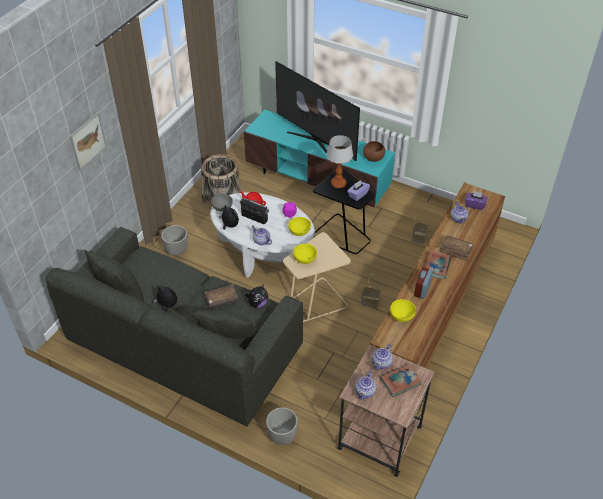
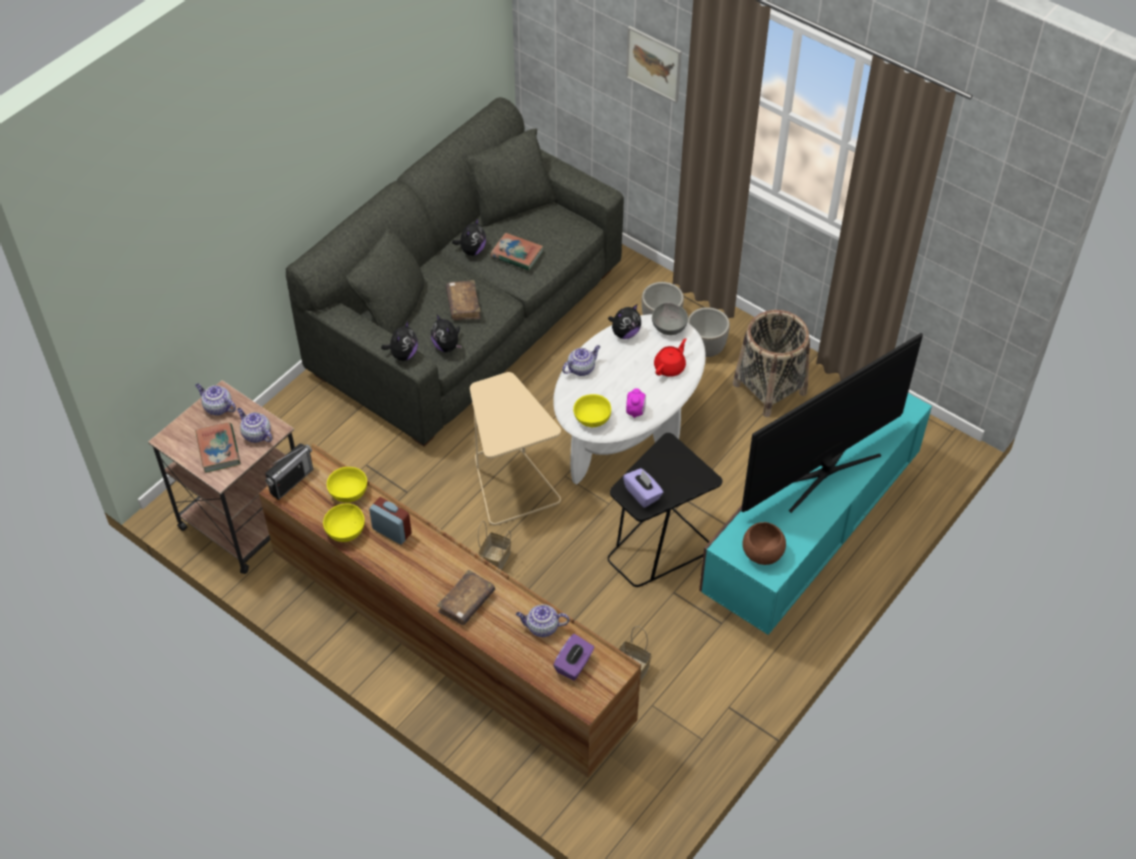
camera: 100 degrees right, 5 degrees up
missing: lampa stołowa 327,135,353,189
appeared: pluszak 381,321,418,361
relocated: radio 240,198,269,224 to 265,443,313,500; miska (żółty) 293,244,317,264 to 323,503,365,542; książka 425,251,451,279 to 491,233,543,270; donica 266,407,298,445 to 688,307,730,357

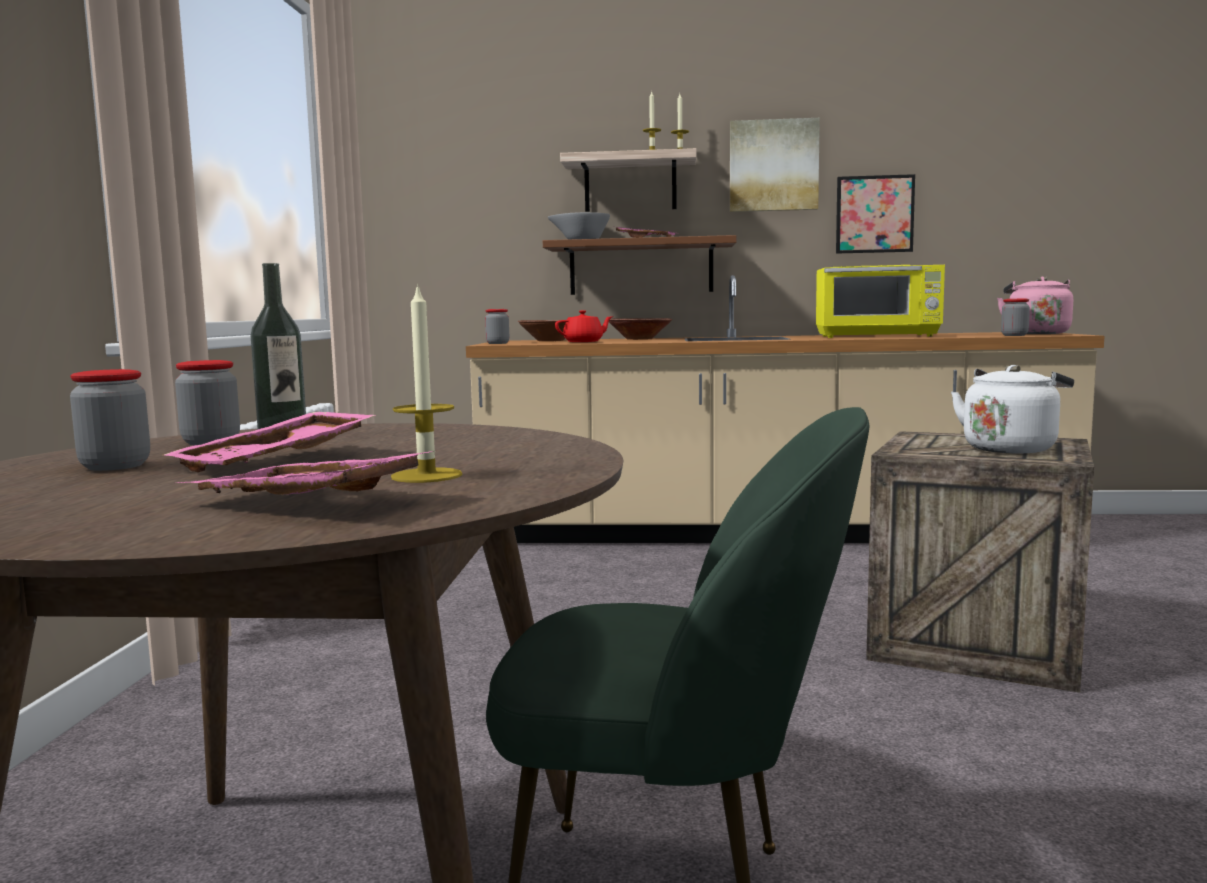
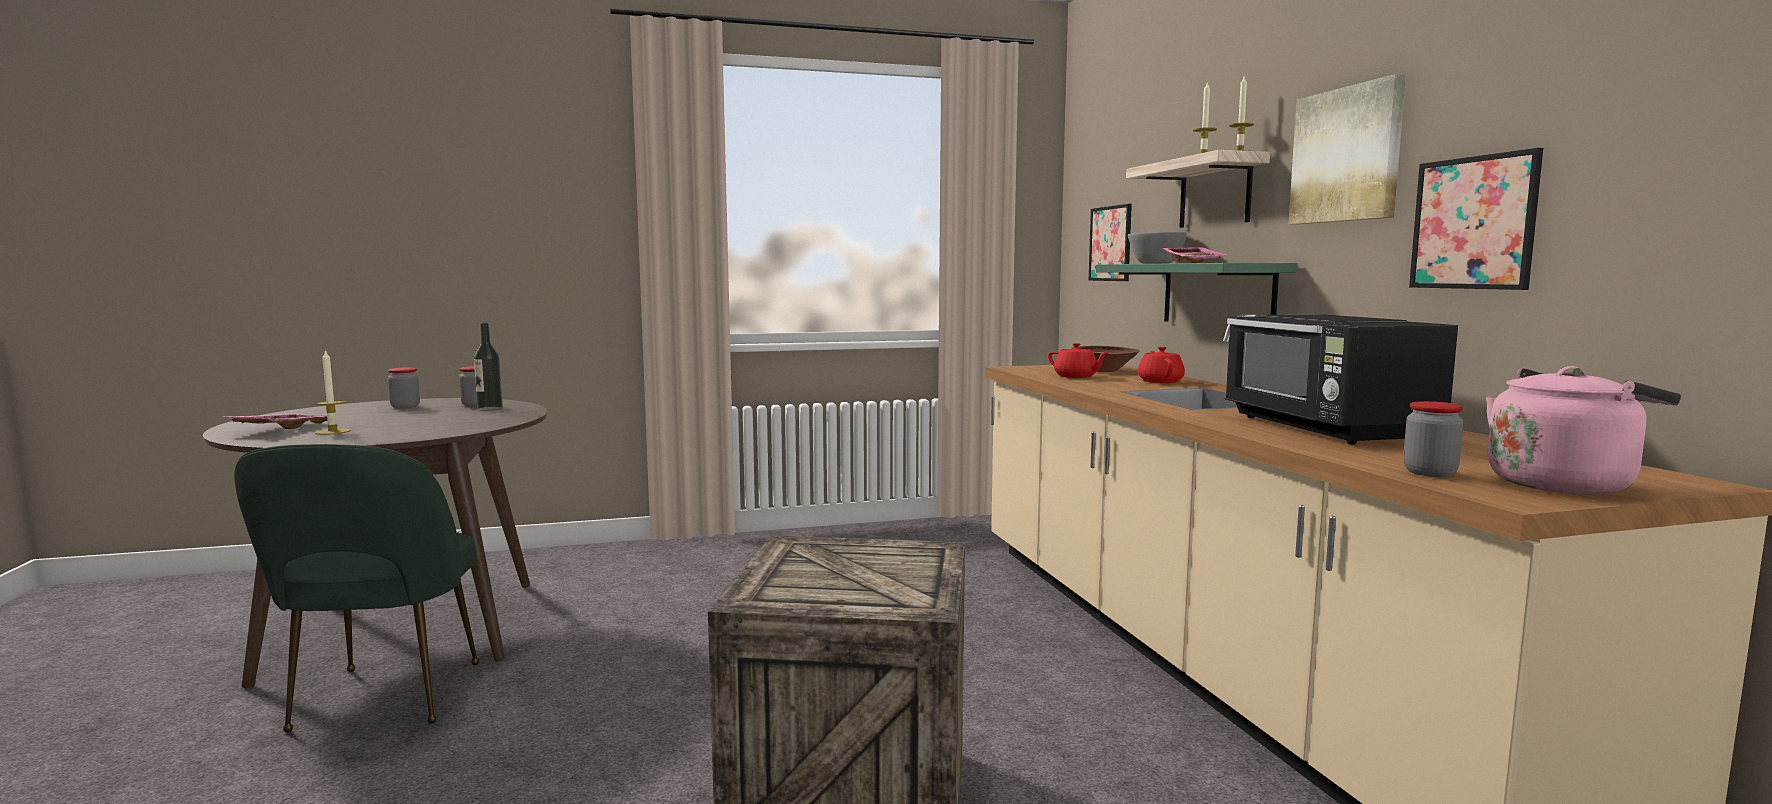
camera: 70 degrees right, 0 degrees up
missing: taca (różowy) 164,412,376,472; słoik 485,309,509,344; czajnik (biały) 951,365,1074,454
appeared: obraz 1089,204,1132,281
exchanged: miska (brązowy) 609,318,672,340 to imbryk (czerwony) 1138,347,1185,383
colour: półka (brązowy) 543,235,737,295 to półka (zielony) 1096,263,1297,322; mikrofalówka (żółty) 816,265,945,338 to mikrofalówka (czarny) 1225,314,1458,445

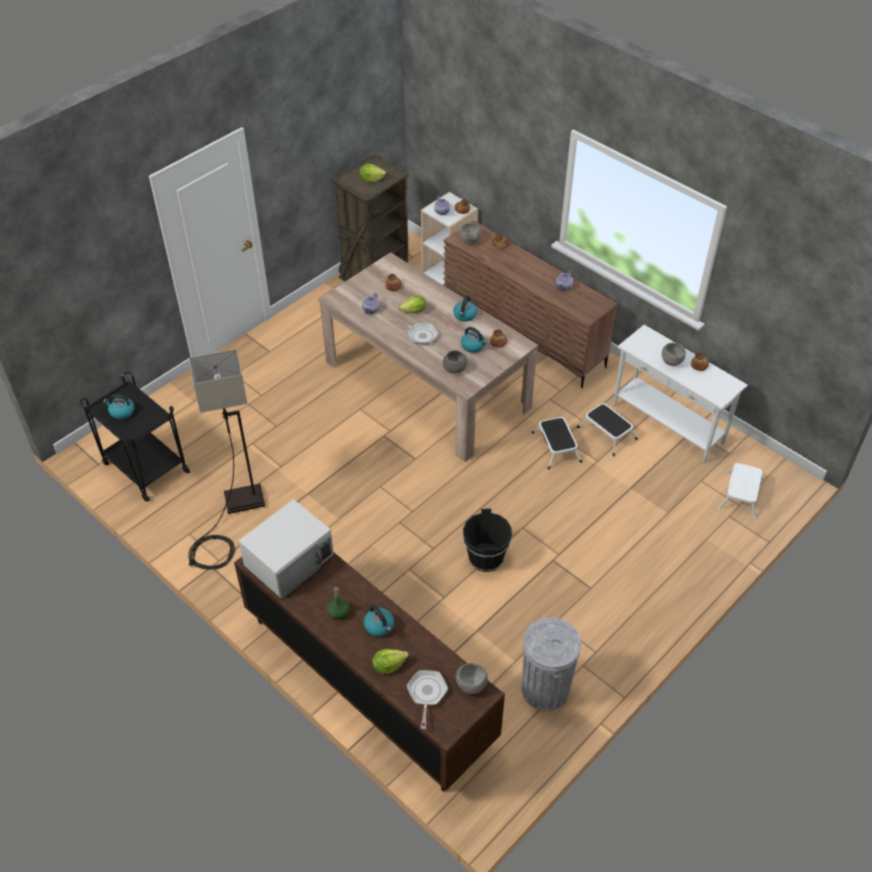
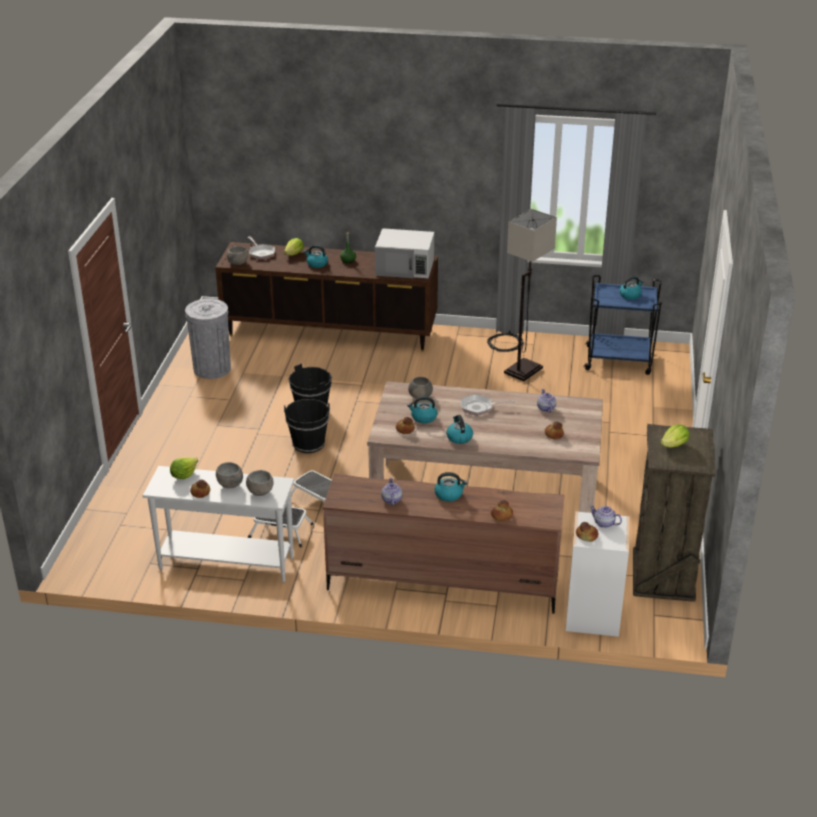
camera: 145 degrees right, 15 degrees down
missing: drabinka (biały) 718,463,764,520
appeared: wiadro (czarny) 284,399,330,453; czajnik 434,472,468,502
relocated: sałata 399,295,427,313 to 170,457,198,479; miska (szary) 460,223,481,245 to 246,470,274,496
colour: wózek (czarny) 80,372,190,502 to wózek (niebieski) 583,275,662,375
spun: mikrofalówka (biały) 239,499,334,599 = 375,228,434,278 90 degrees counterclockwise

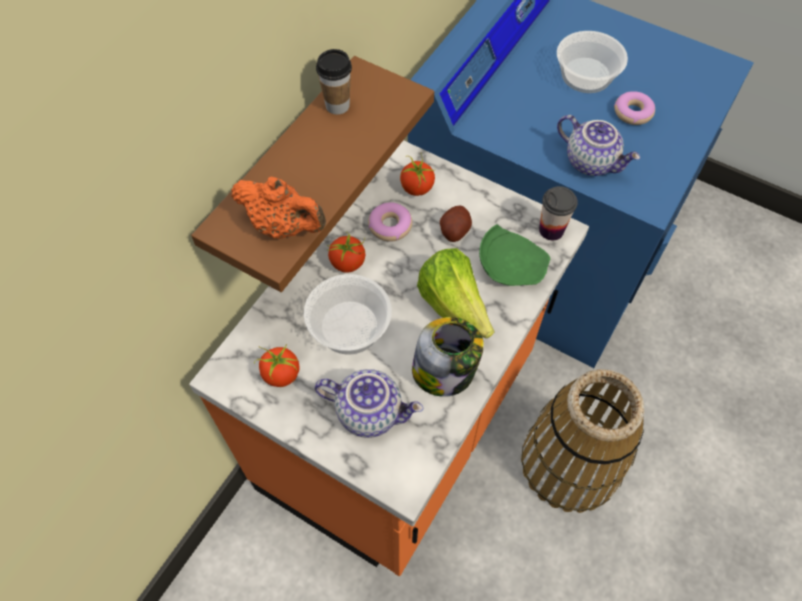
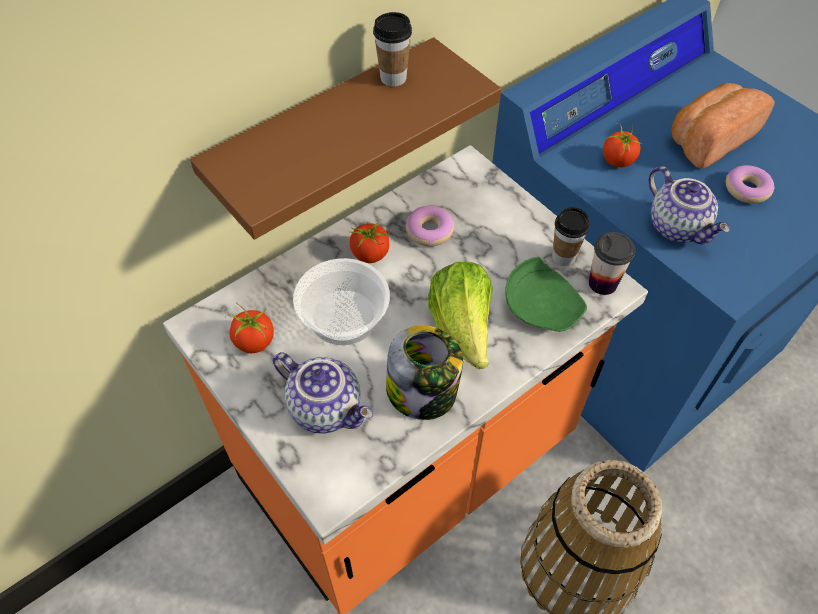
camera: 20 degrees right, 5 degrees down
missing: imbryk (pomarańczowy) 231,177,326,239; ziemniak 440,205,472,242
appeared: filiżanka 552,207,590,266
relocated: pomidor 400,155,435,196 to 603,123,643,167
exchanged: miska 557,31,628,93 to chleb 672,83,775,168

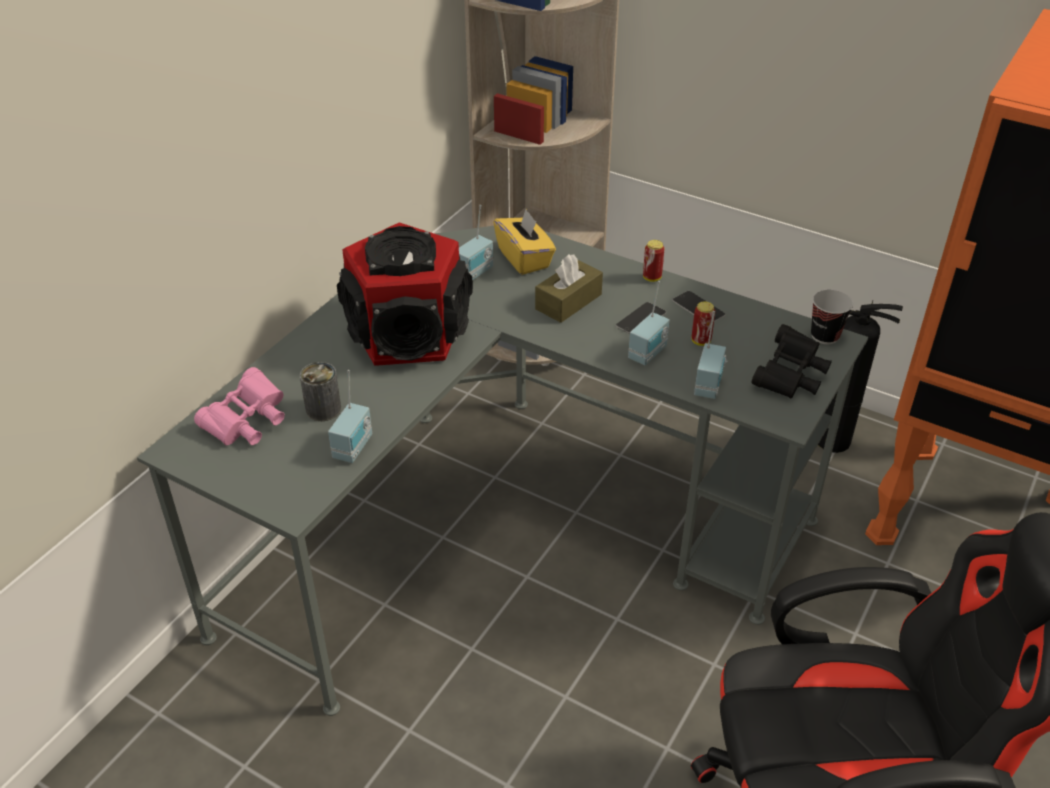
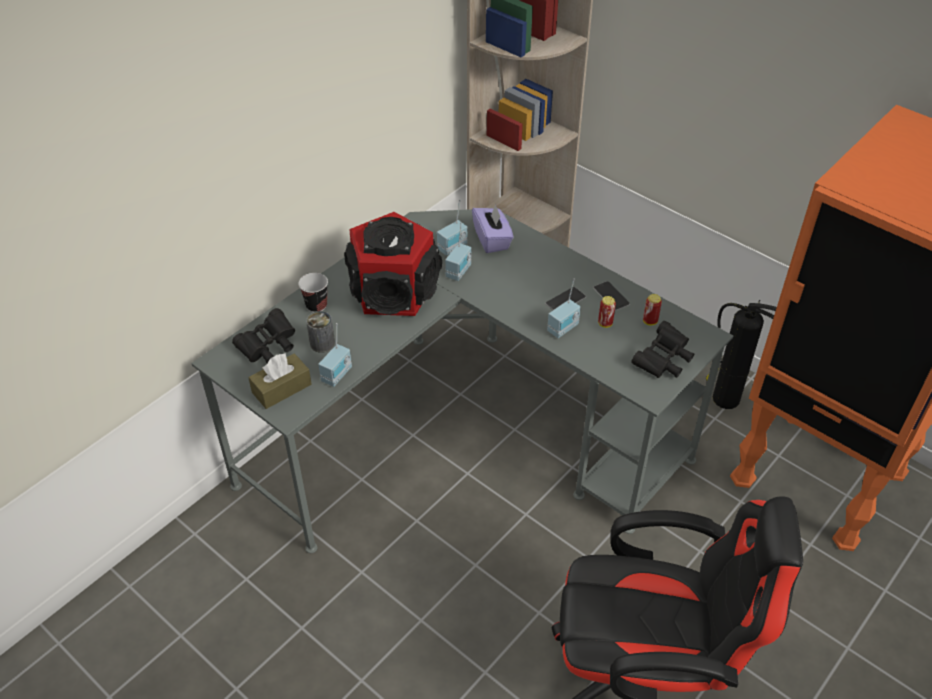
camera: 10 degrees right, 5 degrees up
relocated: pudełko chusteczek (brązowy) 535,254,603,323 to 248,354,311,409; filiżanka 811,290,853,344 to 299,273,328,312; radio 694,311,728,399 to 445,222,471,281; puszka 643,240,665,282 to 643,294,662,326
colour: lornetka (różowy) 194,367,285,445 to lornetka (czarny) 232,308,295,363; pudełko chusteczek (żółty) 493,209,556,275 to pudełko chusteczek (fioletowy) 472,204,514,253

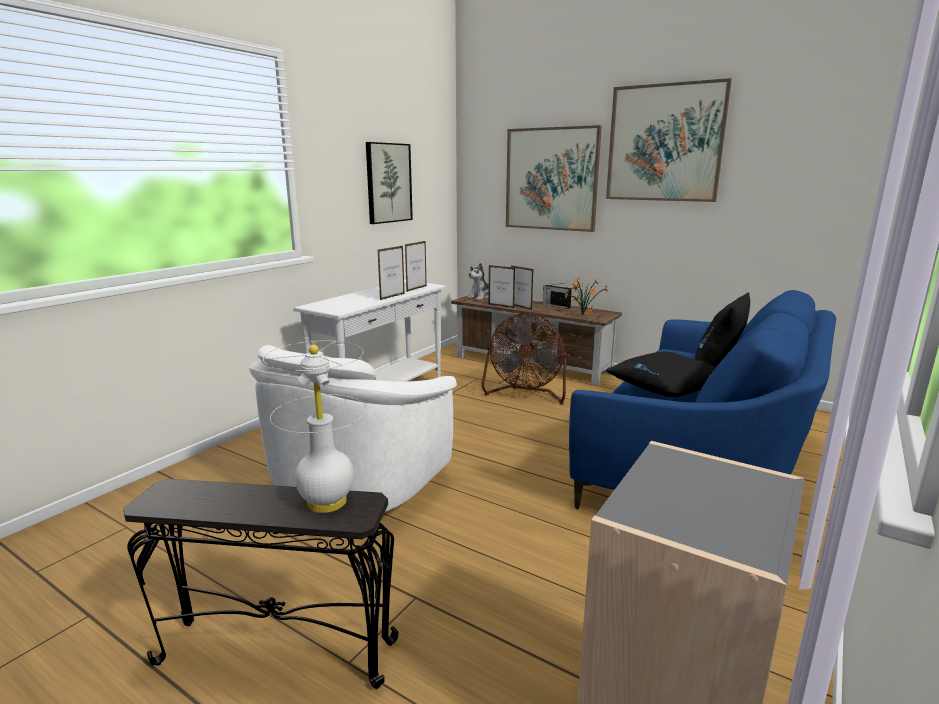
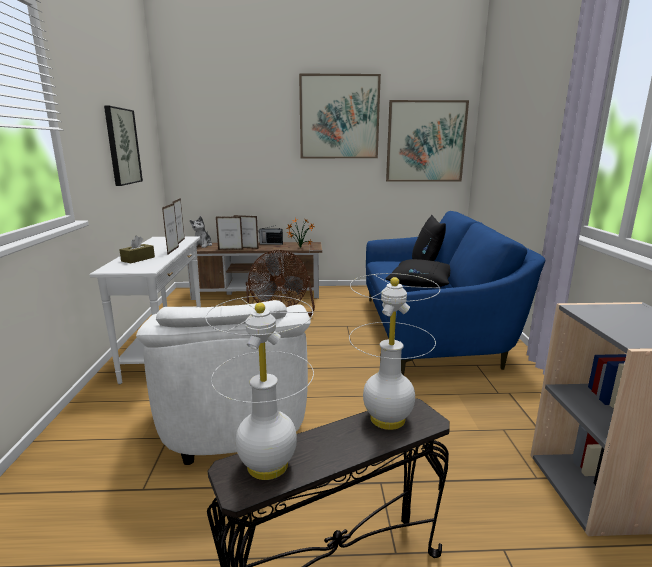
camera: 35 degrees left, 0 degrees up
appeared: pudełko chusteczek (brązowy) 119,236,155,263; lampa stołowa (biały) 205,295,314,480
relocated: obraz 506,125,602,232 to 386,100,469,182

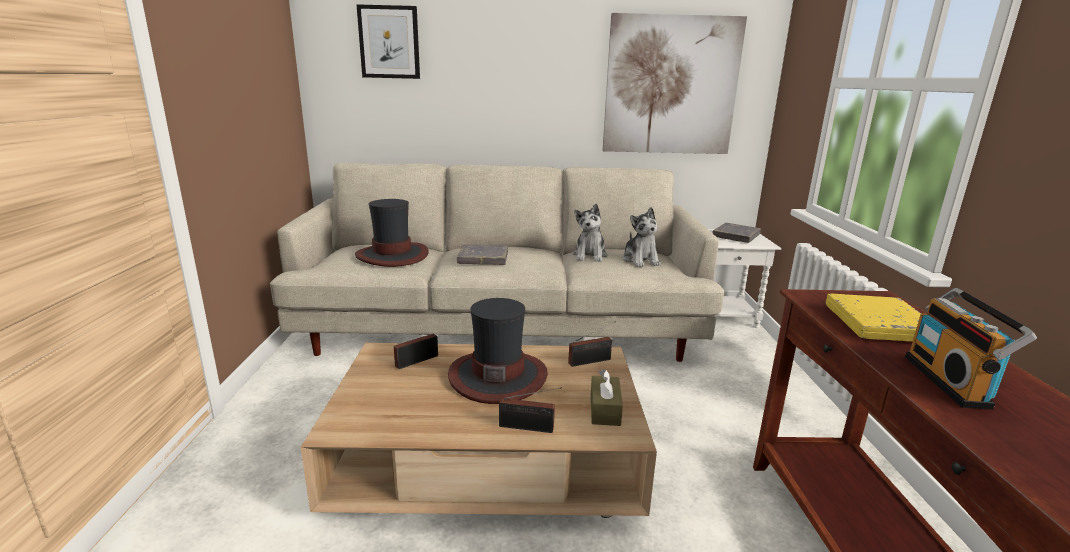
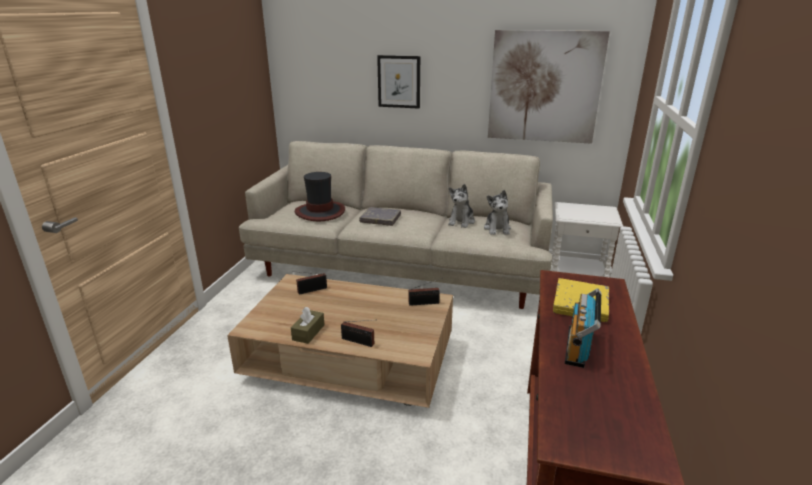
camera: 15 degrees right, 5 degrees up
missing: kapelusz 448,298,548,404; książka (szary) 713,223,761,243
relocated: pudełko chusteczek (brązowy) 591,369,623,426 to 291,307,325,344; obraz 356,4,420,79 to 377,55,420,109

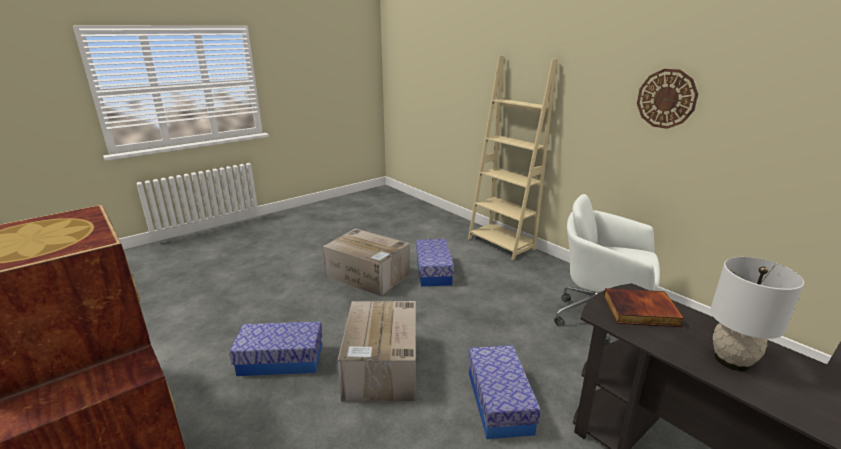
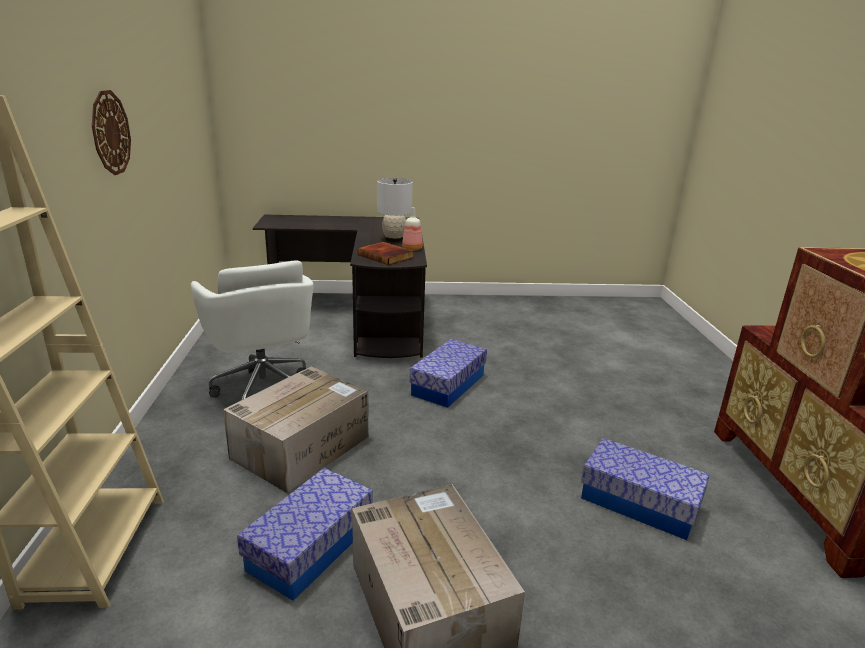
camera: 145 degrees left, 0 degrees up
appeared: butelka 402,207,423,251
relocated: karton 338,301,416,402 to 223,367,369,493

